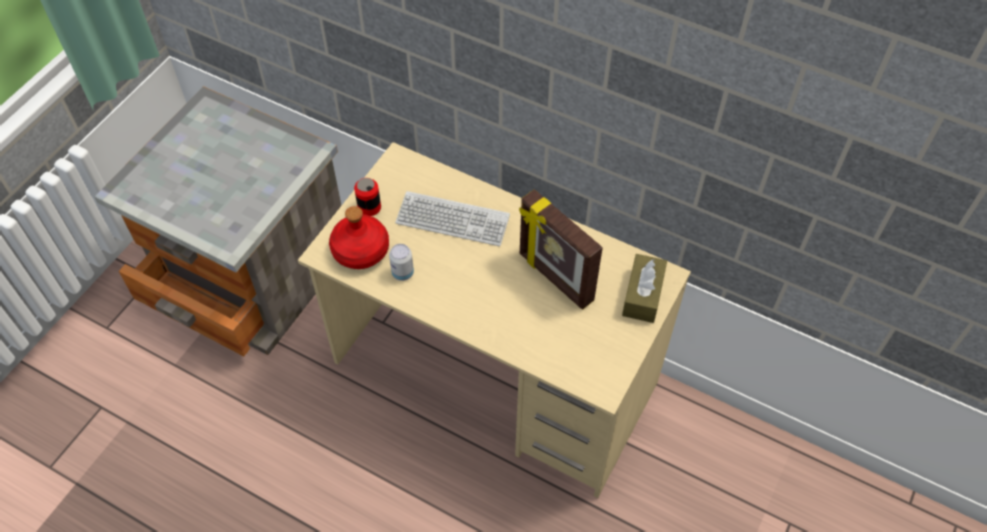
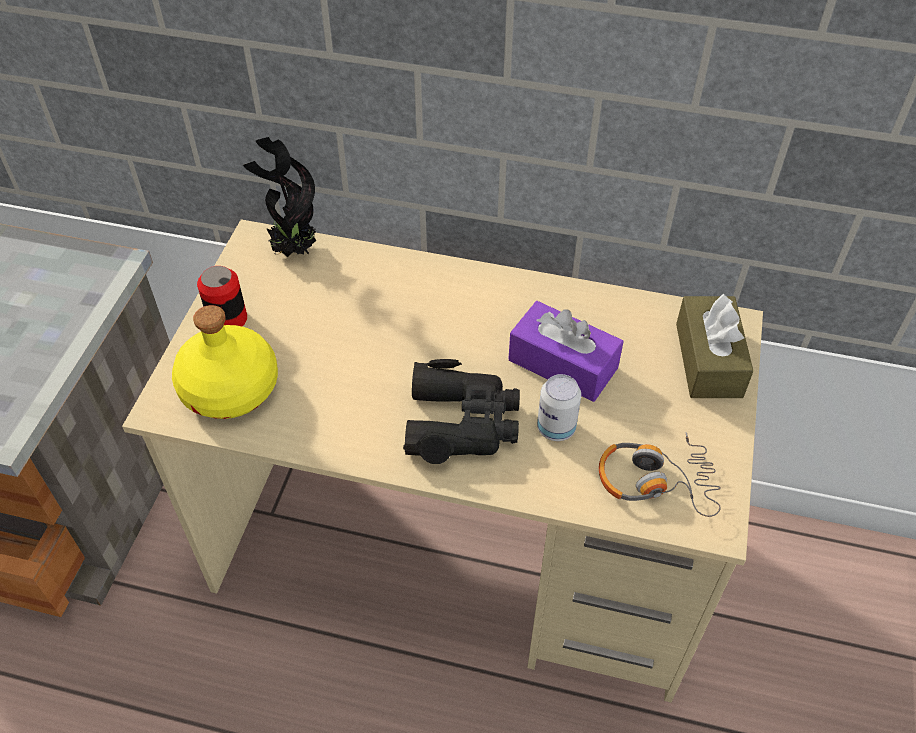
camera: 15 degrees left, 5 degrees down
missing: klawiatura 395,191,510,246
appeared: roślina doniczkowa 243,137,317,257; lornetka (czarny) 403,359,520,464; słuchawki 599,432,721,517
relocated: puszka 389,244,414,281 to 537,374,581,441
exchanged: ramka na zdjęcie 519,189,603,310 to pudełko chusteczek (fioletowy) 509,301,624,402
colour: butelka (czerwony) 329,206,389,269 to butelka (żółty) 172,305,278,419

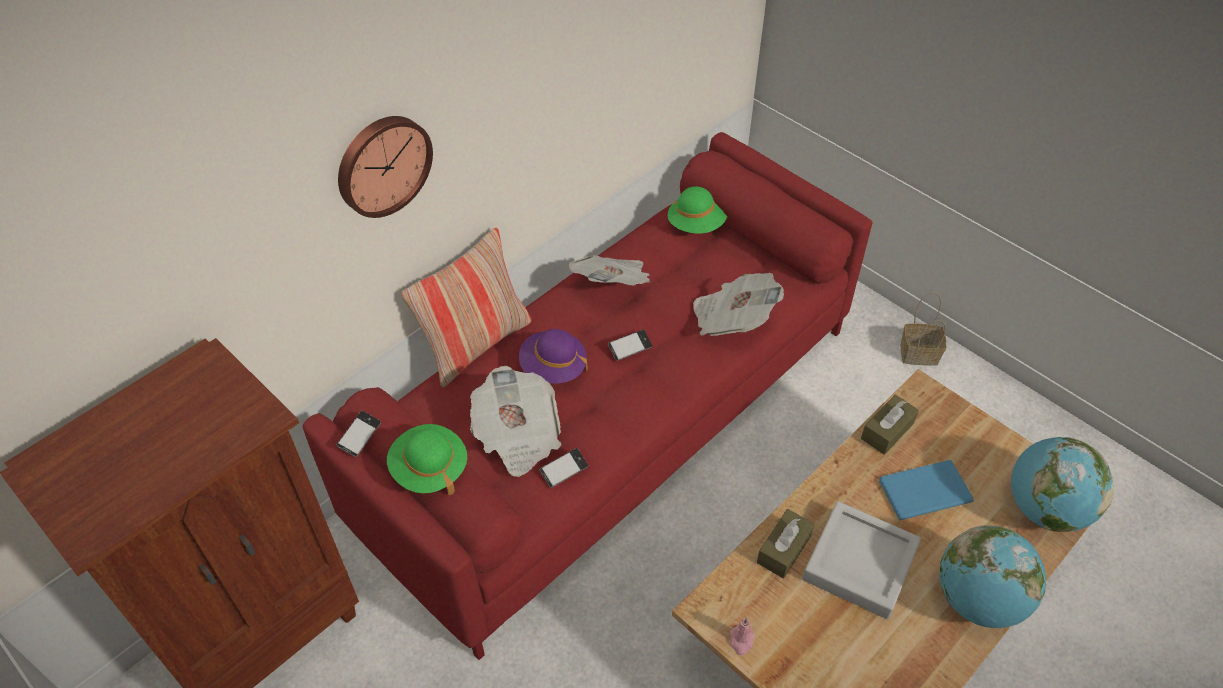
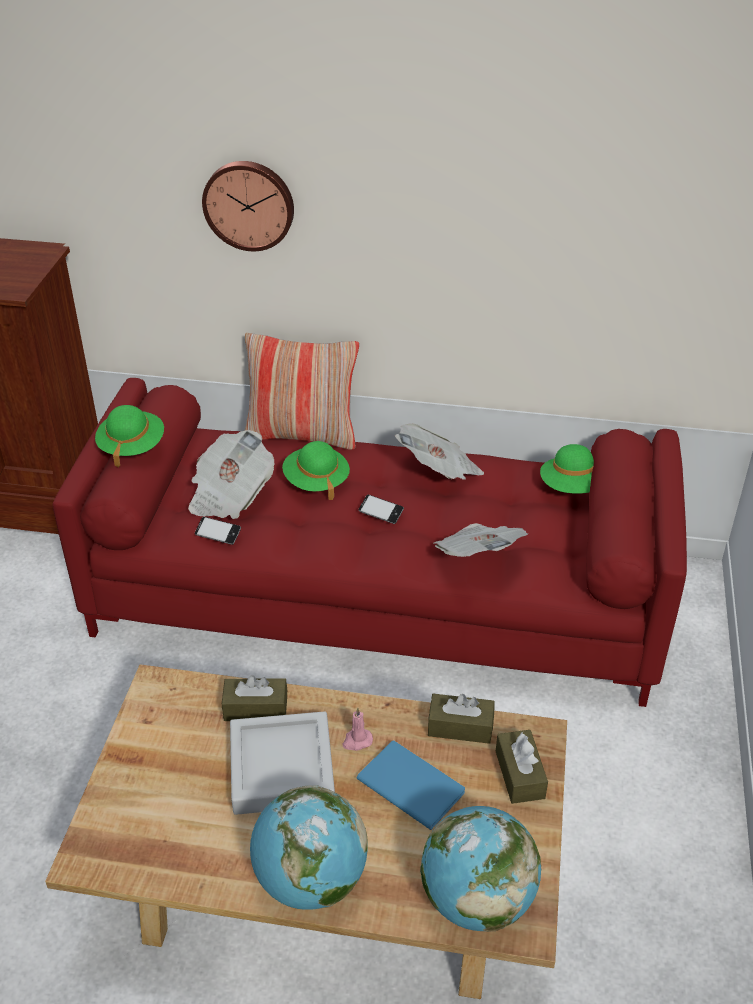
camera: 55 degrees right, 10 degrees down
missing: telefon 337,411,381,457; koszyk 900,292,946,366
appeared: pudełko chusteczek (brązowy) 496,730,548,804
relocated: świeca (różowy) 730,618,755,656 to 342,708,373,751
colour: kapelusz (fioletowy) 519,329,587,383 to kapelusz (zielony) 282,441,350,500

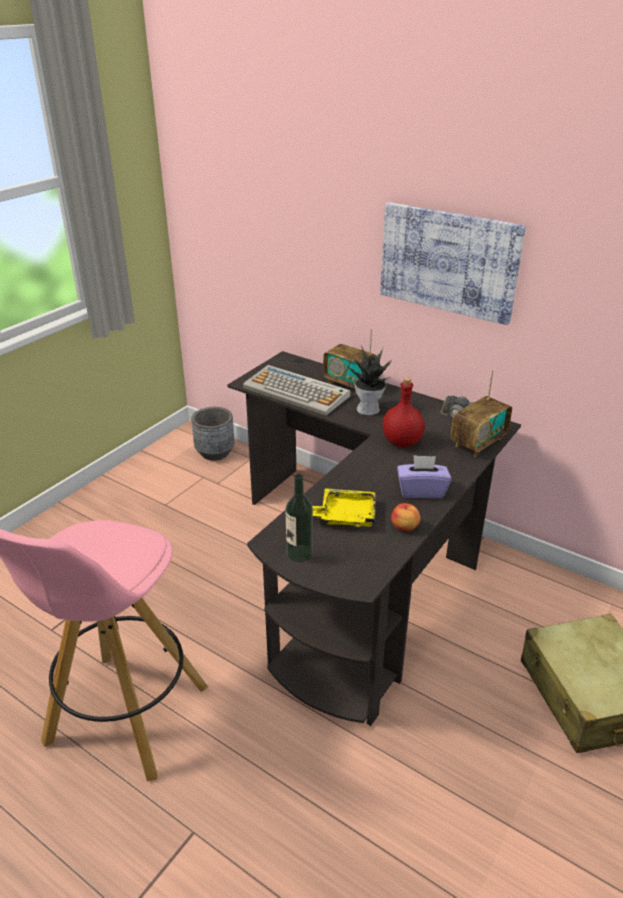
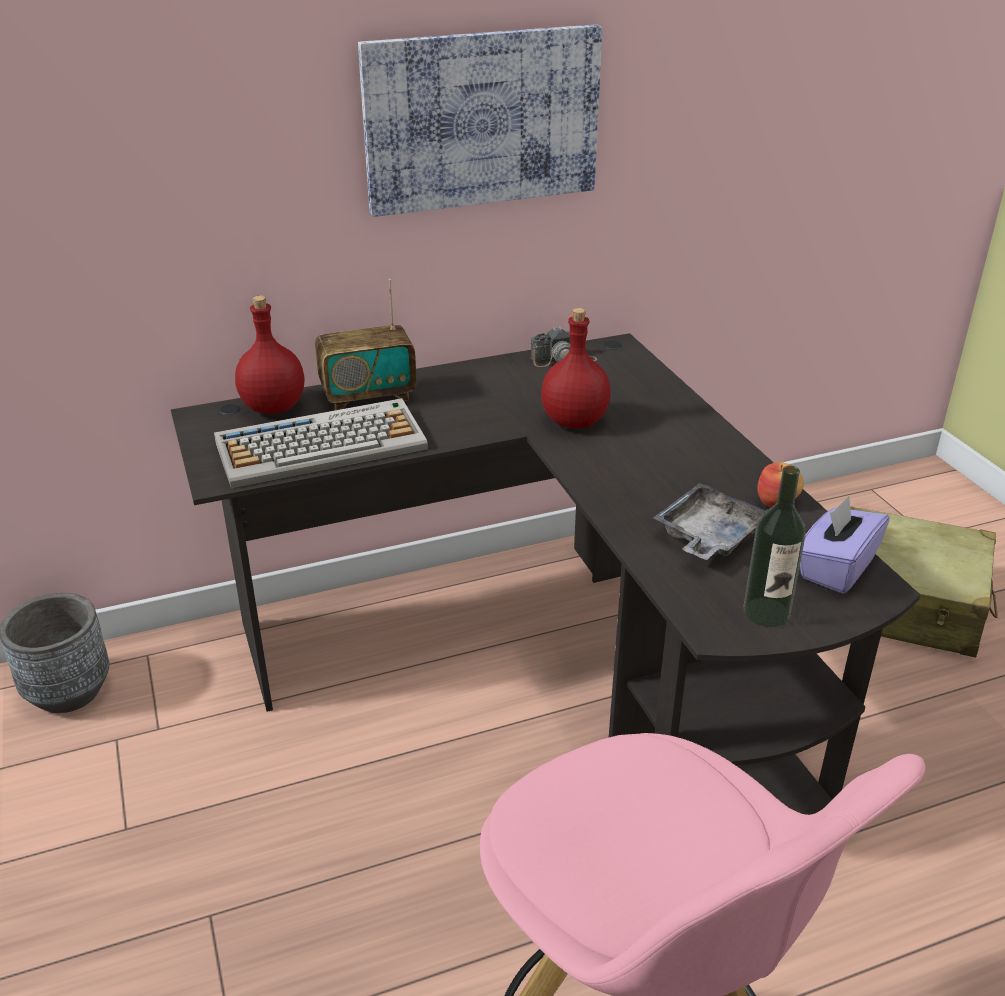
camera: 55 degrees left, 0 degrees up
missing: roślina doniczkowa 346,346,392,415; radio 451,370,512,457
appeared: butelka (czerwony) 235,295,304,414
relocated: pudełko chusteczek (fioletowy) 397,455,451,498 to 800,496,889,594
colour: taca (żółty) 312,488,376,527 to taca (szary) 653,483,770,560

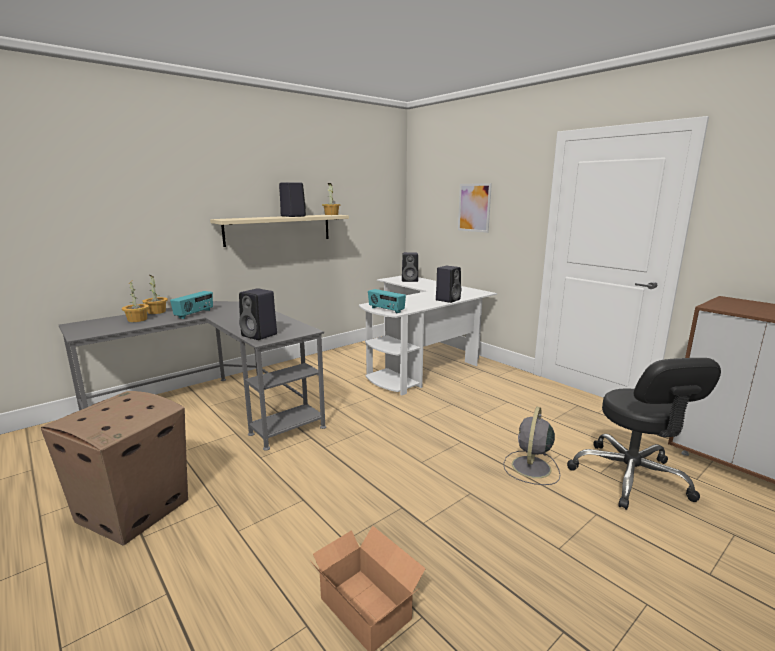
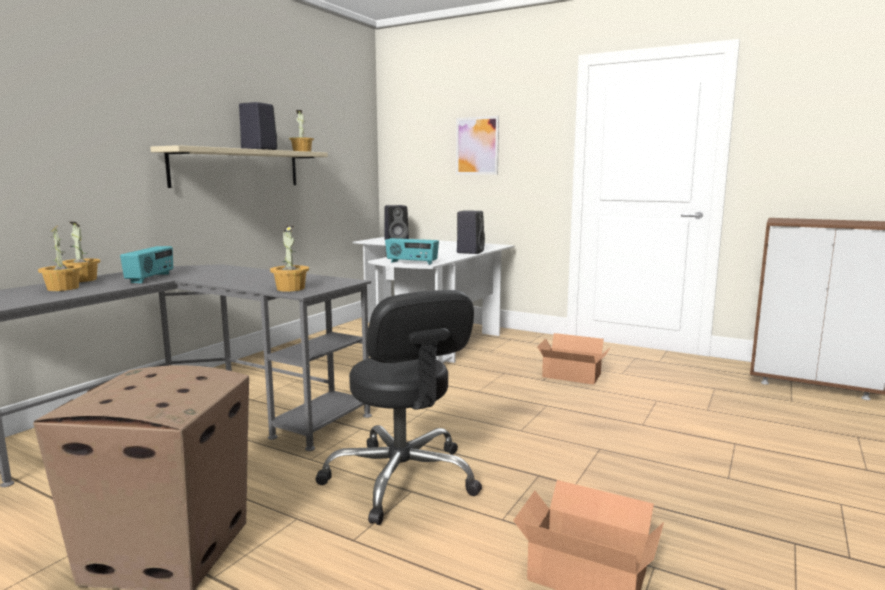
camera: 20 degrees left, 5 degrees down
missing: wentylator (szary) 503,407,560,485
appeared: karton 537,333,611,385
relocated: krzesło biurowe (czarny) 567,358,721,510 to 315,290,482,525
exchanged: głośnik (czarny) 239,288,277,340 to roślina doniczkowa 270,226,309,292

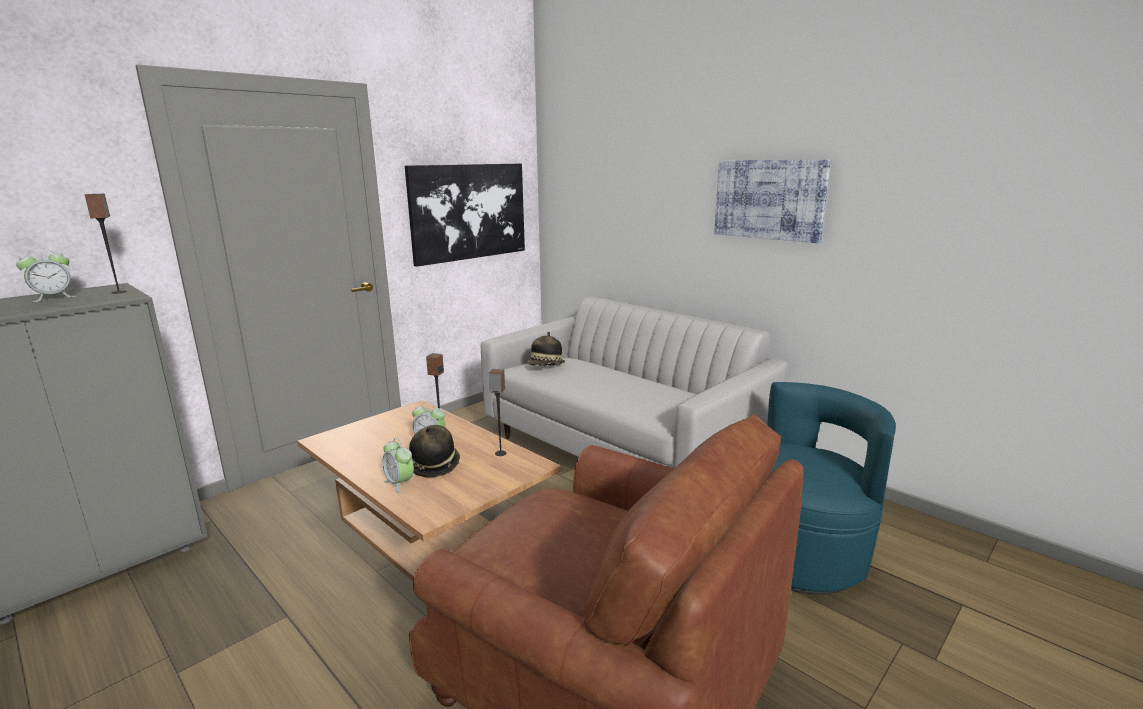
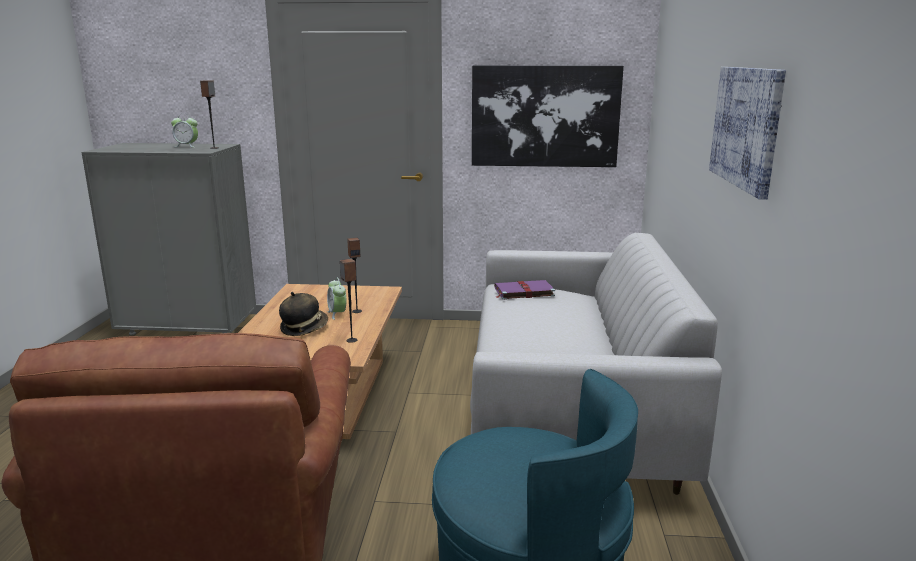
camera: 50 degrees right, 0 degrees up
missing: budzik 383,438,414,493
exchanged: kapelusz 527,332,565,366 to książka (fioletowy) 494,280,555,300

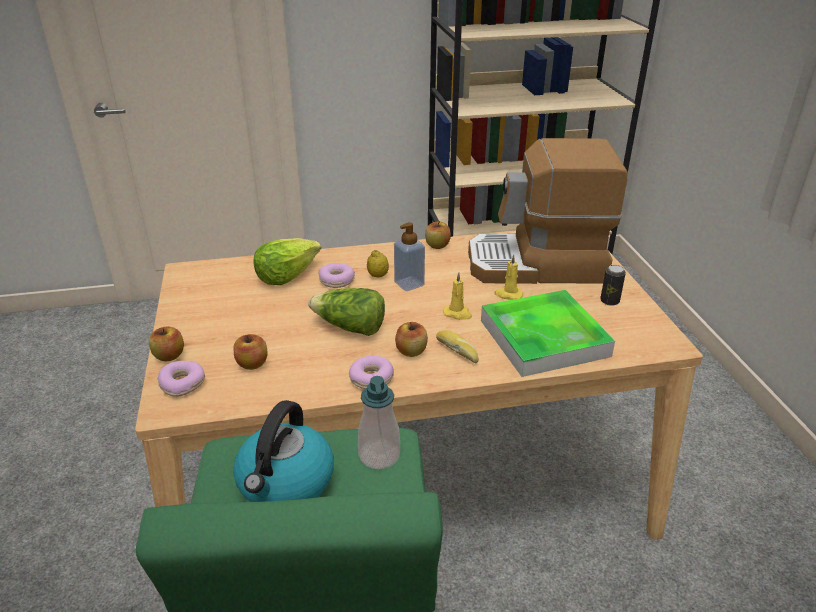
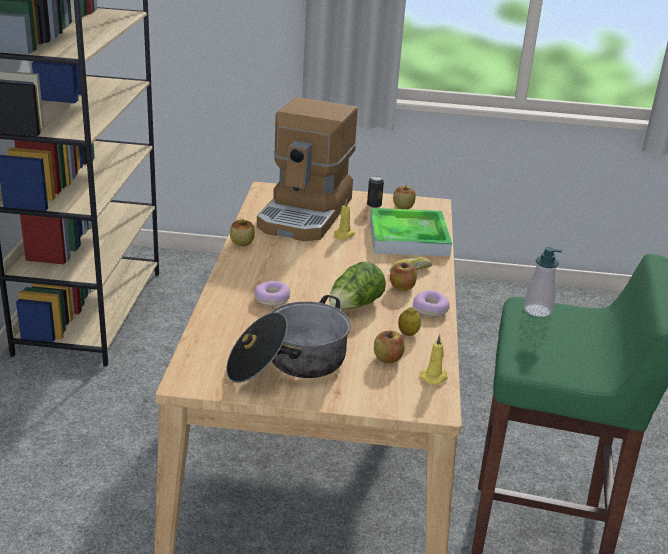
camera: 75 degrees left, 5 degrees down
missing: donut 158,361,205,397; czajnik 233,400,334,502; sałata 254,238,321,285; dozownik mydła 394,222,425,291
appeared: garnek 226,295,351,383
relocated: jabłko 149,327,184,361 to 393,185,416,209; cytryna 367,250,389,278 to 398,307,421,336; świeca (żółty) 443,272,472,320 to 420,334,448,385

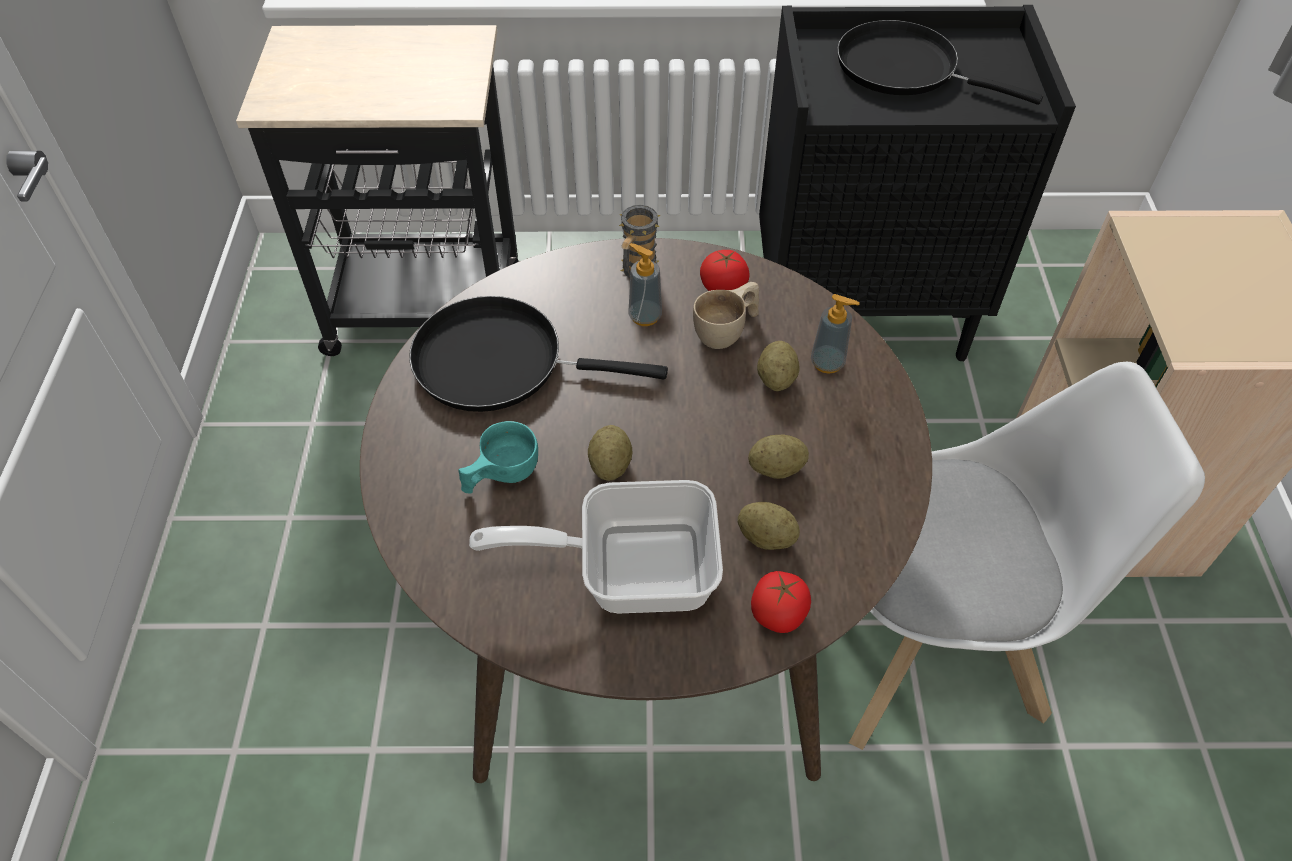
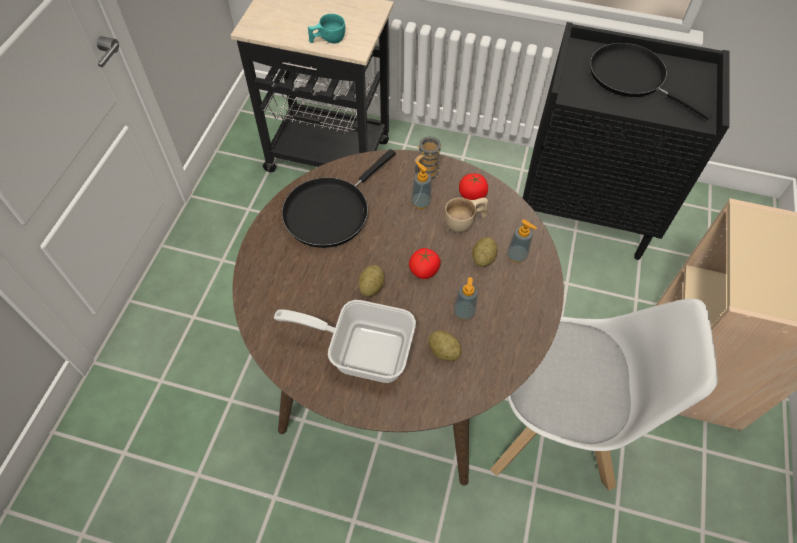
camera: 15 degrees right, 5 degrees up
relocated: filiżanka (turkusowy) 459,421,538,493 to 308,14,345,44; pomidor 751,571,811,633 to 409,248,441,279
exchanged: ziemniak 748,435,809,479 to dozownik mydła 453,277,478,320
spun: patelnia (czarny) 409,296,668,412 = 282,149,396,248 75 degrees counterclockwise

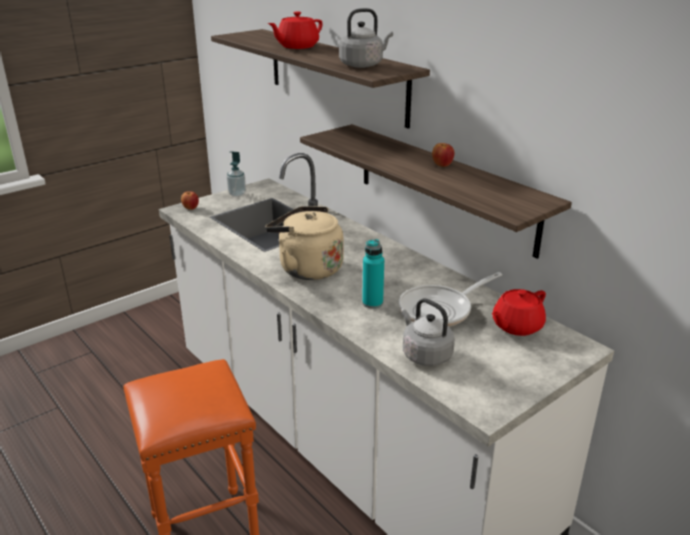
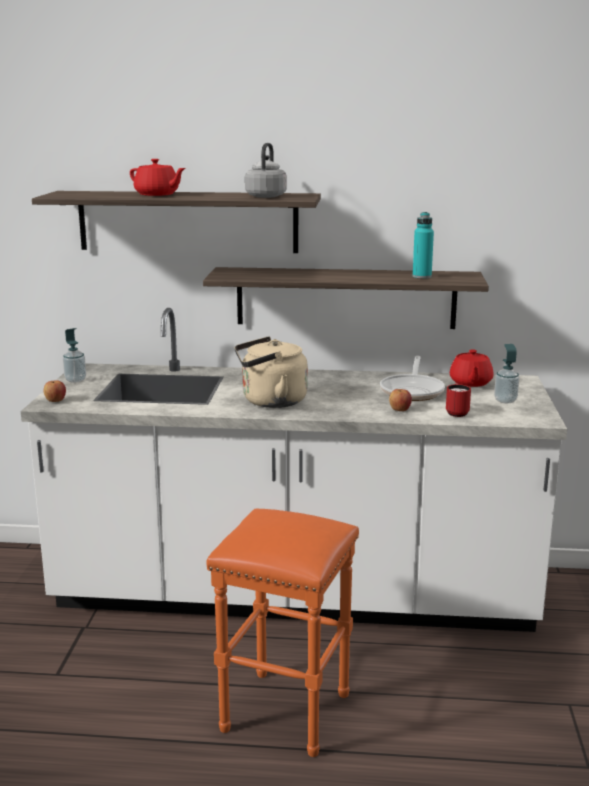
camera: 45 degrees left, 10 degrees down
appeared: dozownik mydła 494,344,519,403
relocated: jabłko 432,143,454,167 to 389,389,412,411; butelka (turkusowy) 362,239,384,309 to 413,212,434,279
exchanged: czajnik (szary) 402,298,455,366 to kubek (czerwony) 446,384,471,417
spun: imbryk (czerwony) 268,11,323,49 = 130,159,185,196 60 degrees counterclockwise

